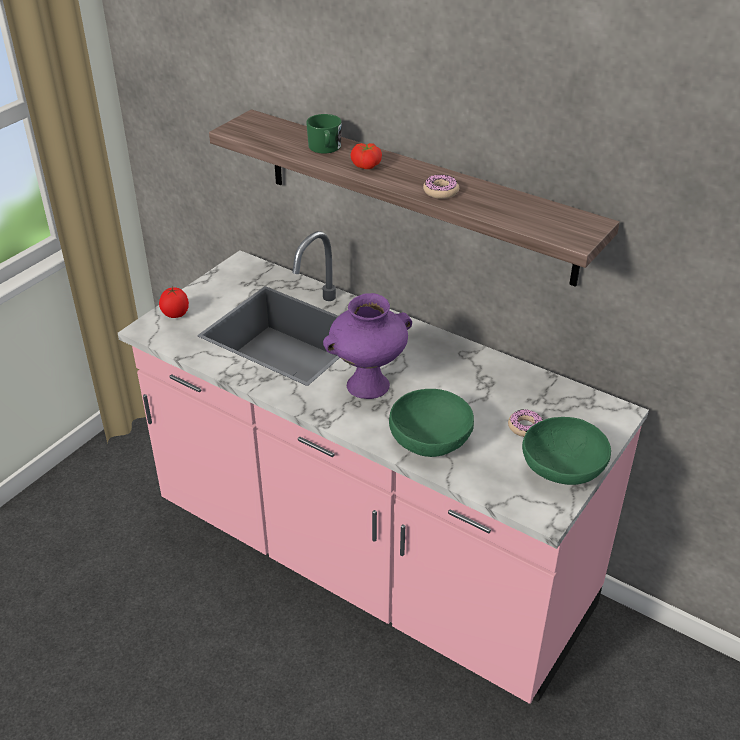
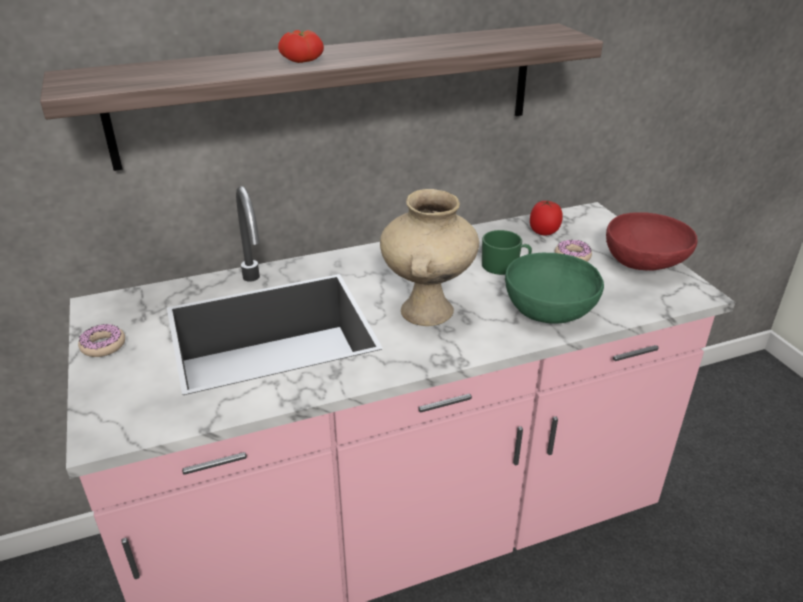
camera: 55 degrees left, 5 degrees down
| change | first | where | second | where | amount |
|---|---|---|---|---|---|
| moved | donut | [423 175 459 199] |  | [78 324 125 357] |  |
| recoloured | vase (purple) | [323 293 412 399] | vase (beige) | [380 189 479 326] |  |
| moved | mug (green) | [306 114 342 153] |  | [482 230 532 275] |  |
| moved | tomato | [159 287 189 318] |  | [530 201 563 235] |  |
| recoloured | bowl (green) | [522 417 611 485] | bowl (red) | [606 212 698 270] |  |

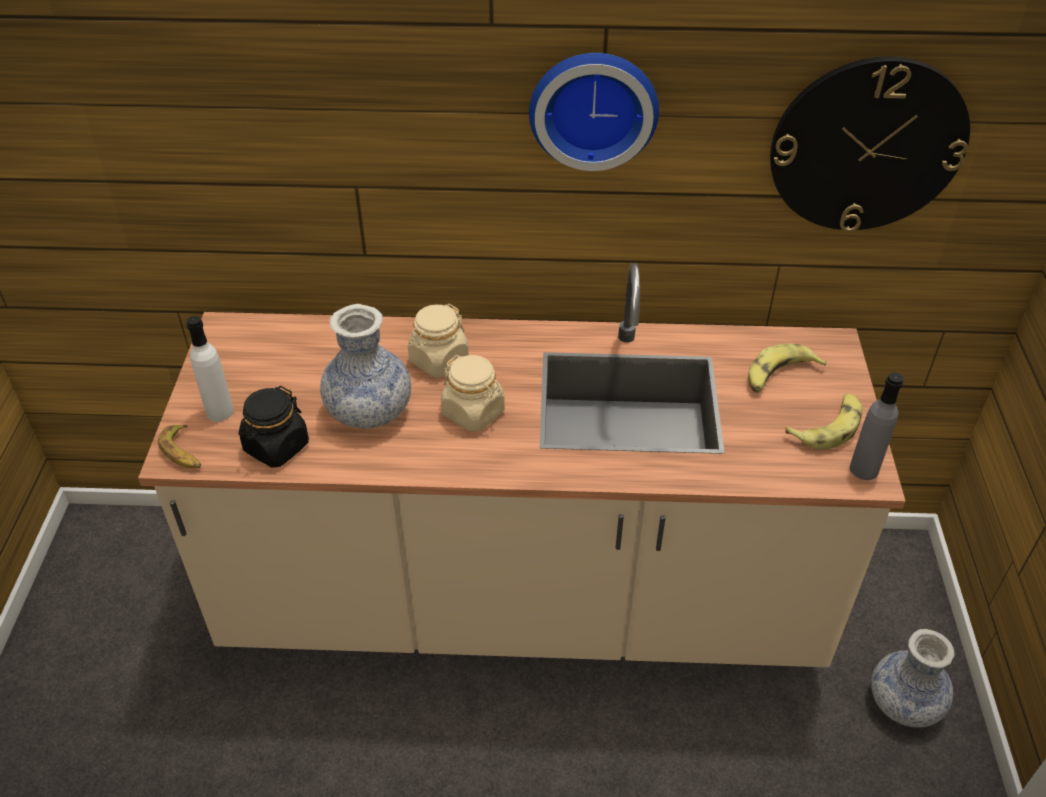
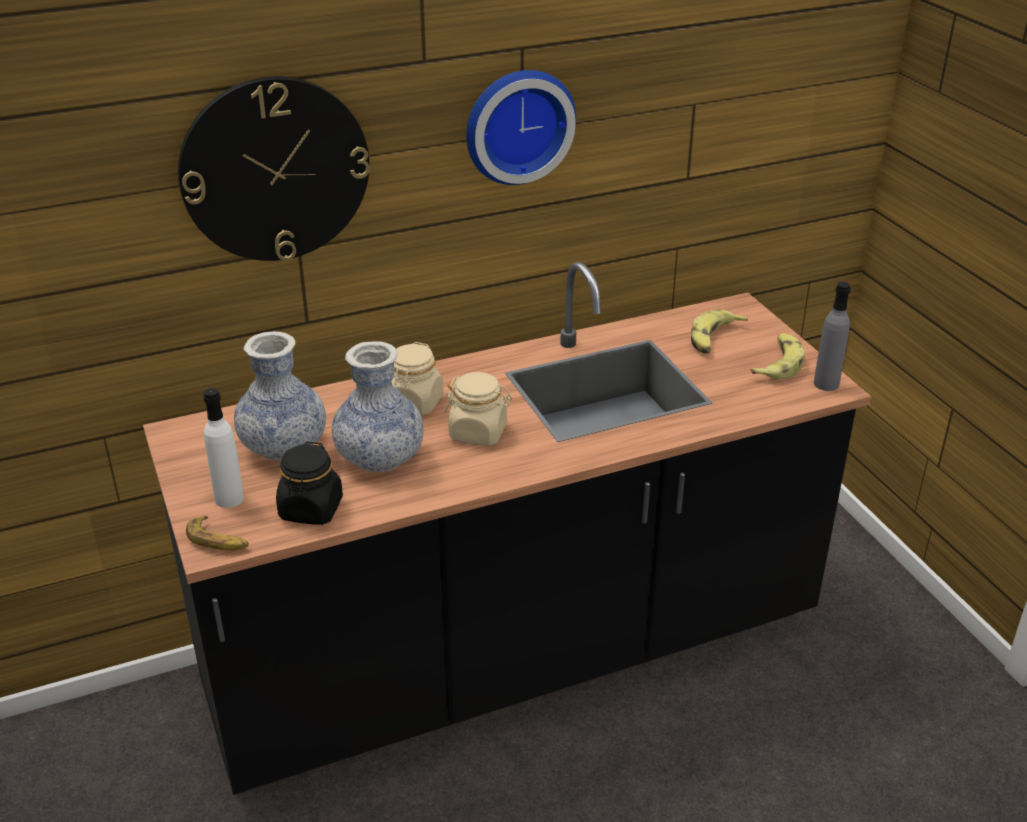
camera: 25 degrees left, 10 degrees down
| change | first | where | second | where | amount |
|---|---|---|---|---|---|
| recoloured | counter (beige) | [138 263 906 667] | counter (black) | [143 262 872 795] |  |
| moved | wall clock | [770 56 970 233] |  | [178 76 370 261] |  |
| moved | vase | [871 629 954 728] |  | [234 332 326 461] |  |

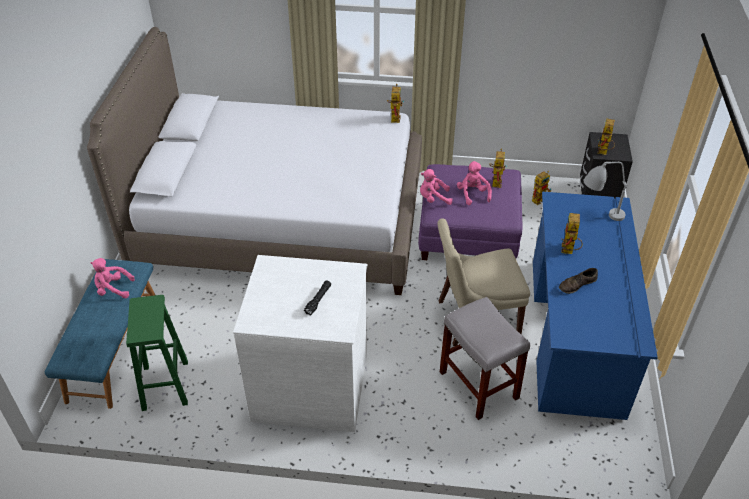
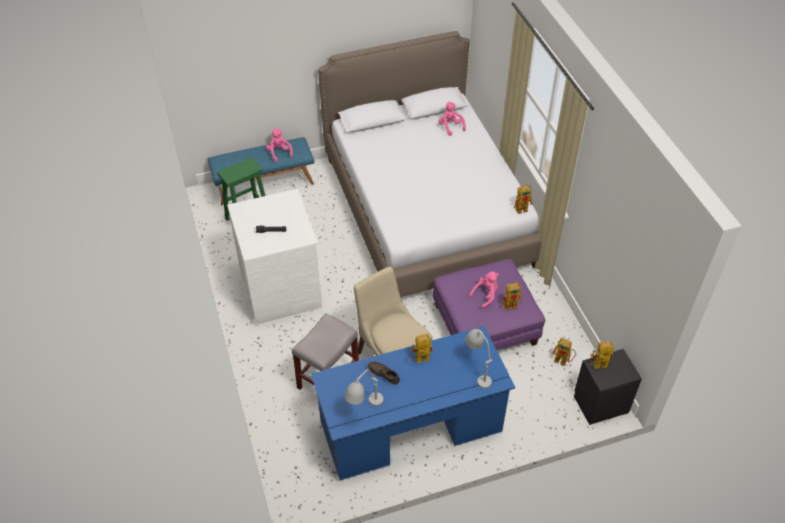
camera: 65 degrees right, 5 degrees up
| change | first | where | second | where | amount |
|---|---|---|---|---|---|
| added |  |  | table lamp (grey) | [344 369 383 406] |  |
| moved | plush toy (pink) | [420 169 453 205] |  | [438 102 466 136] |  |

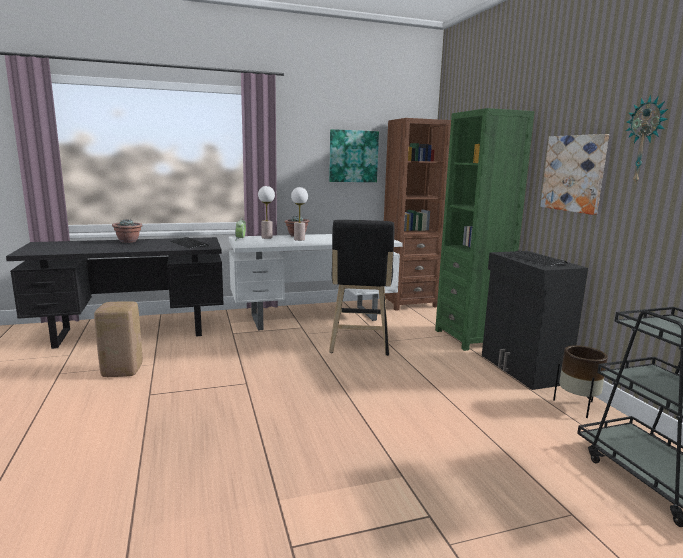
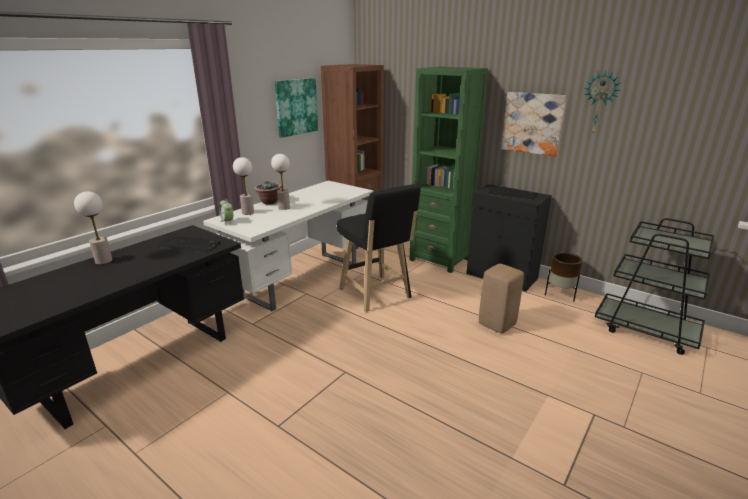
camera: 35 degrees left, 10 degrees up
| change | first | where | second | where | amount |
|---|---|---|---|---|---|
| replaced | potted plant | [112 219 143 243] | table lamp | [74 191 112 265] |  |
| moved | stool (beige) | [94 301 142 377] |  | [479 264 524 334] |  |

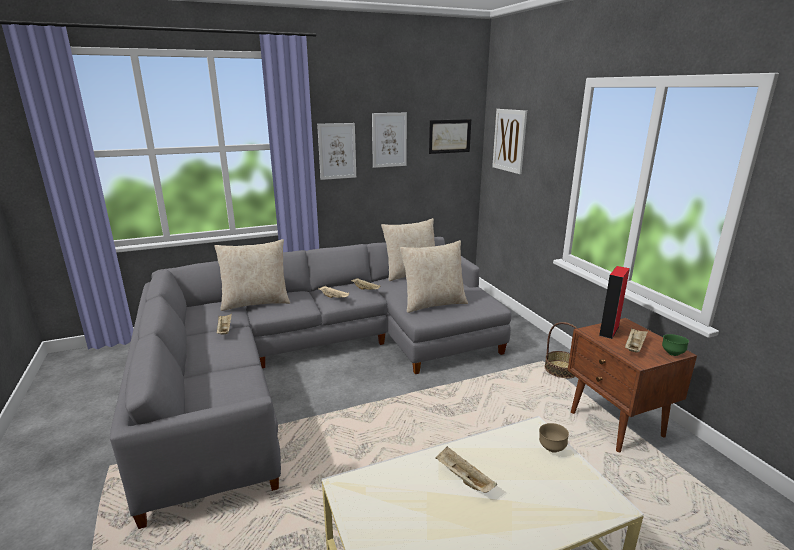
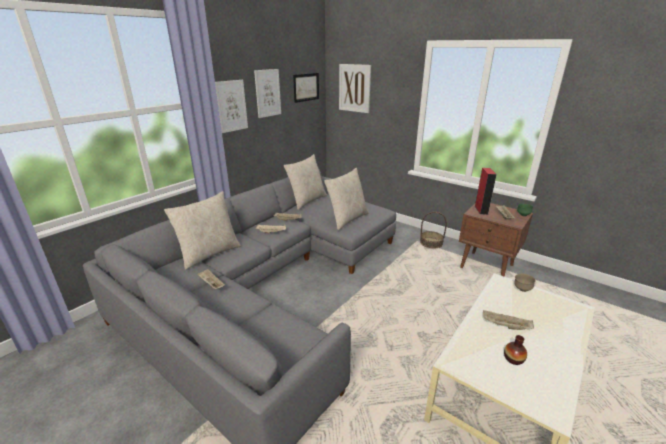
camera: 30 degrees left, 5 degrees up
| change | first | where | second | where | amount |
|---|---|---|---|---|---|
| added |  |  | vase | [504 335 527 365] |  |

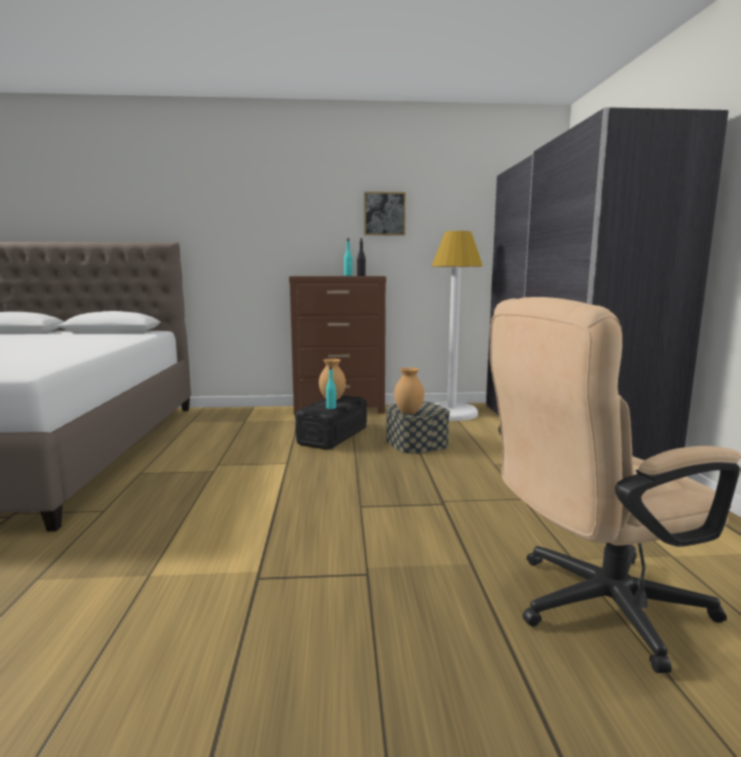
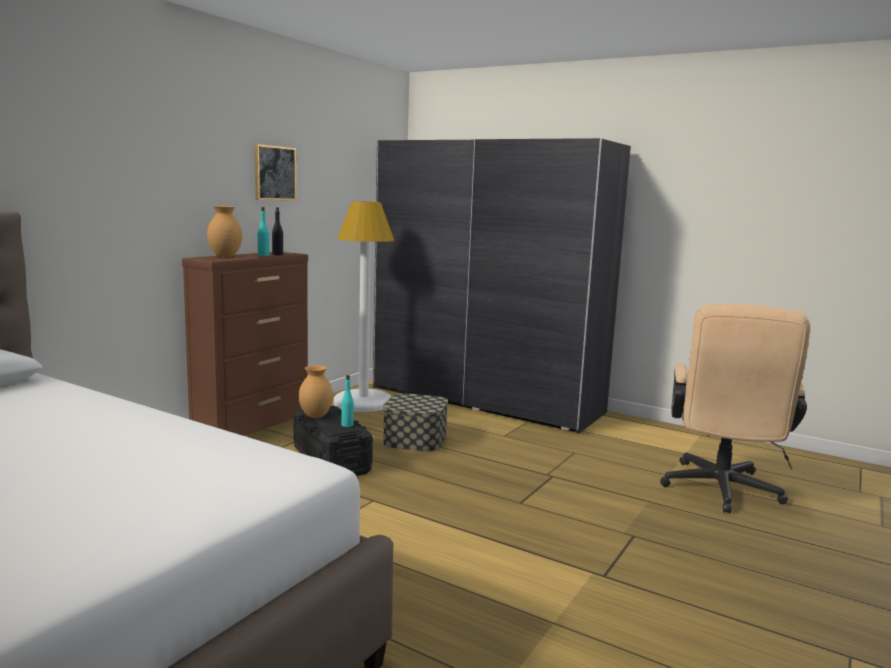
camera: 55 degrees left, 0 degrees up
| change | first | where | second | where | amount |
|---|---|---|---|---|---|
| moved | vase (brown) | [394 367 424 414] |  | [207 206 242 257] |  |

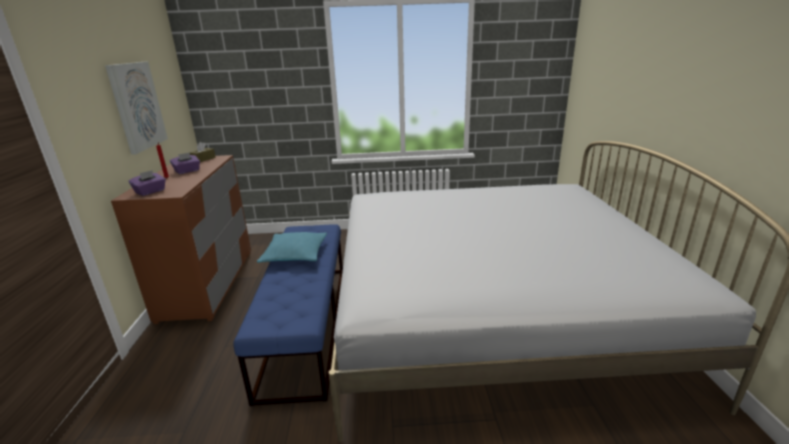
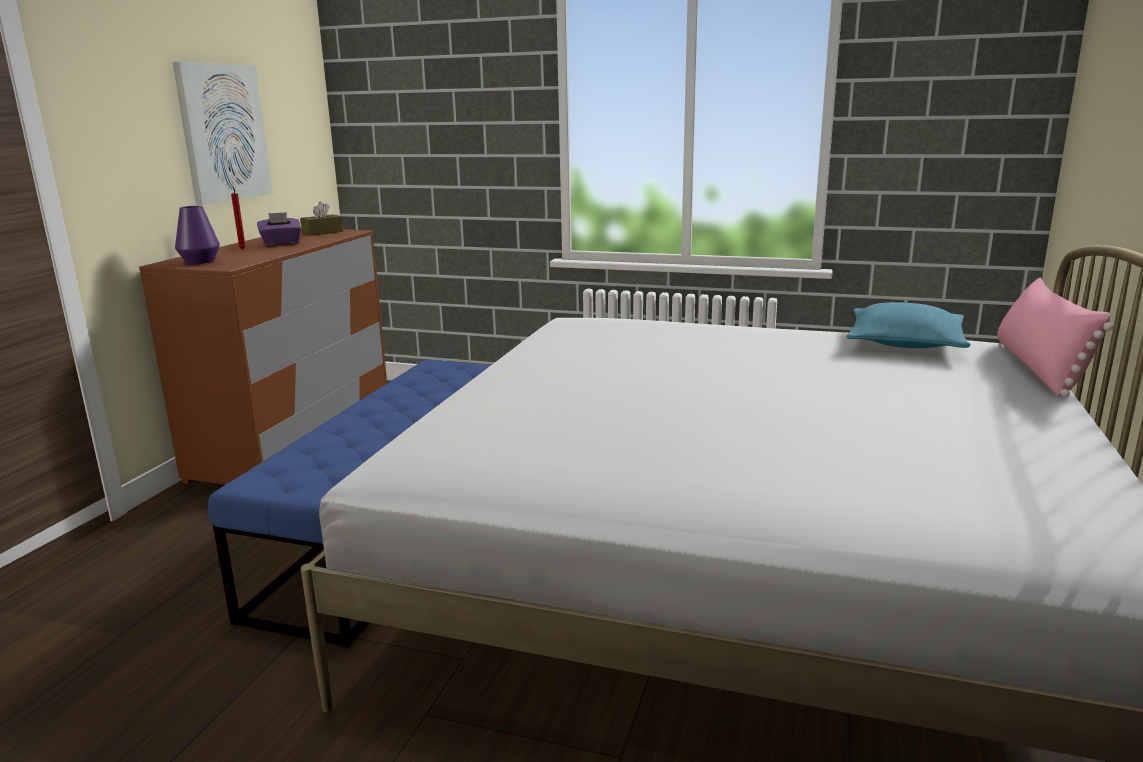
camera: 20 degrees right, 5 degrees down
| change | first | where | second | where | amount |
|---|---|---|---|---|---|
| replaced | tissue box (purple) | [129 170 166 196] | vase (purple) | [175 206 220 264] |  |
| moved | pillow (turquoise) | [257 232 327 263] |  | [846 302 971 348] |  |
| added |  |  | pillow (pink) | [997 278 1114 397] |  |

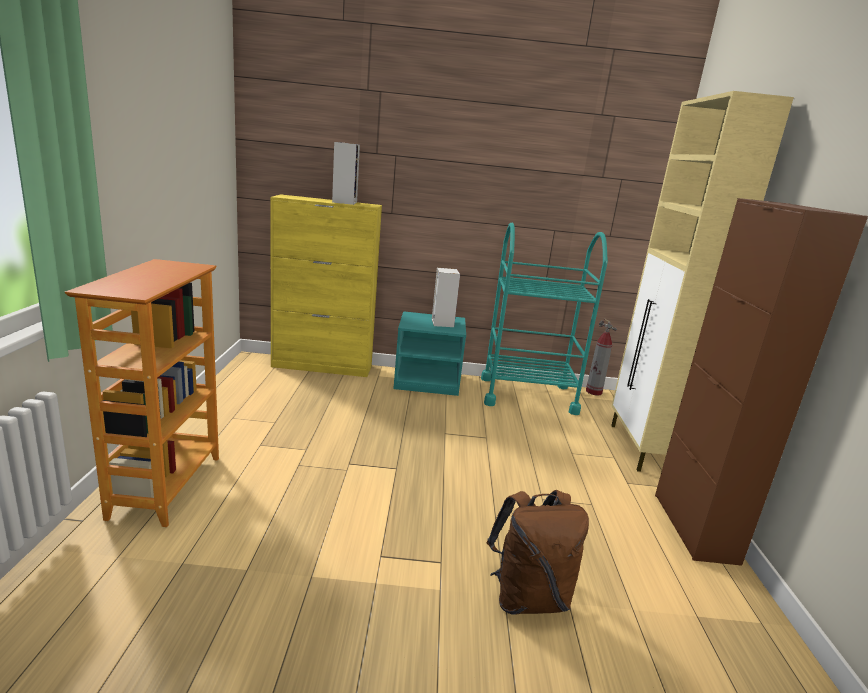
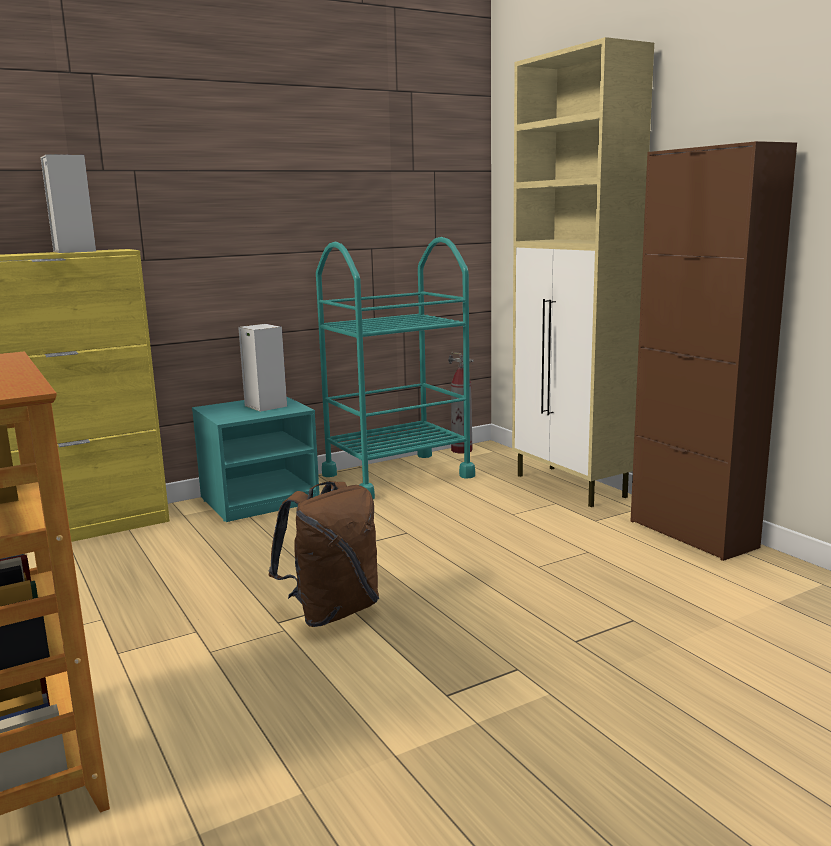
camera: 30 degrees left, 5 degrees down
| change | first | where | second | where | amount |
|---|---|---|---|---|---|
| moved | backpack (brown) | [487 490 589 615] |  | [268 481 379 627] |  |

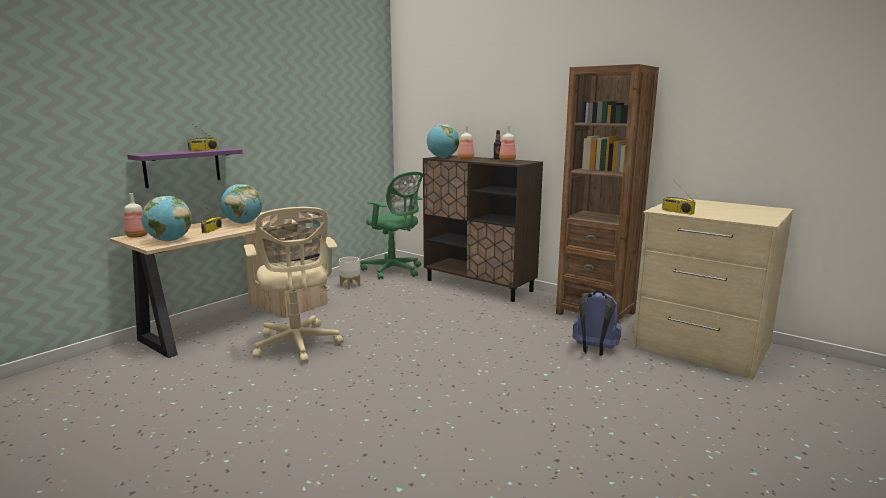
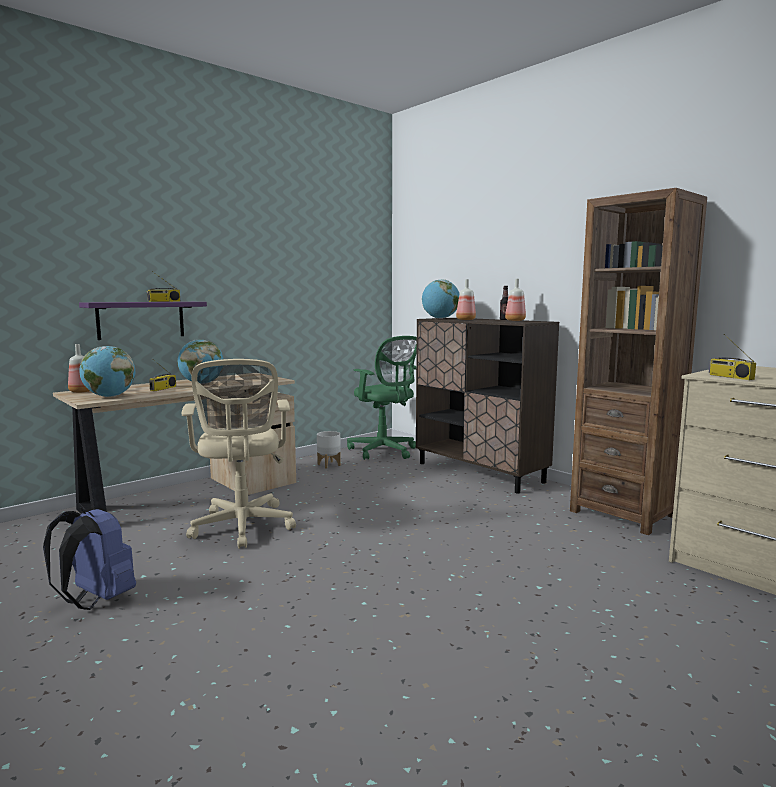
camera: 10 degrees right, 5 degrees down
| change | first | where | second | where | amount |
|---|---|---|---|---|---|
| moved | backpack (blue) | [572 290 621 356] |  | [43 507 136 610] |  |

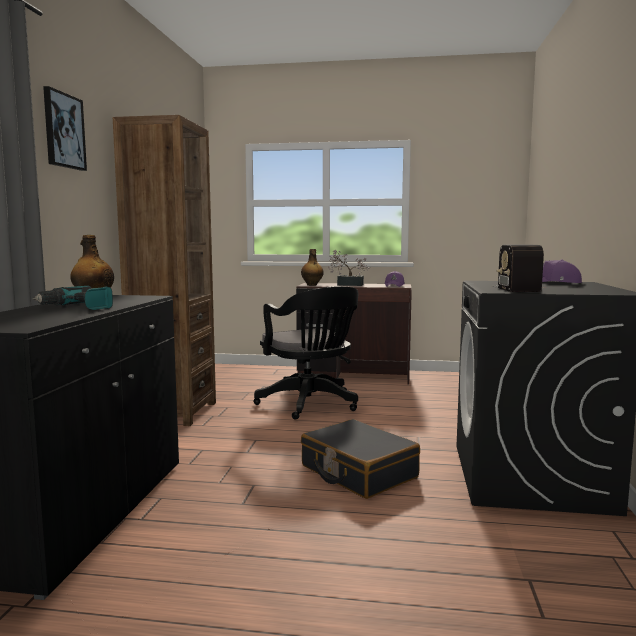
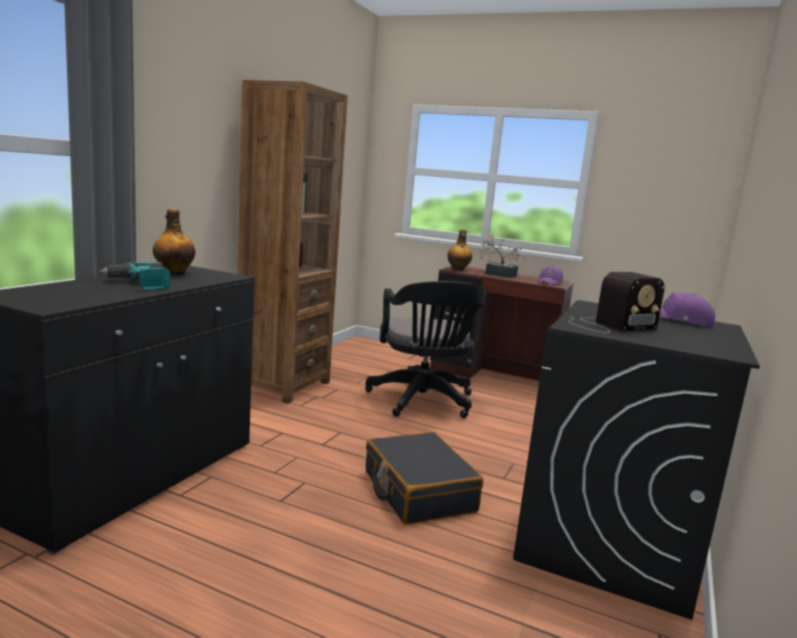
camera: 15 degrees right, 5 degrees up
| change | first | where | second | where | amount |
|---|---|---|---|---|---|
| turned | radio | [491 245 547 292] |  | [568 272 665 333] | 135 degrees counterclockwise |
| removed | picture | [43 86 87 171] |  |  |  |

